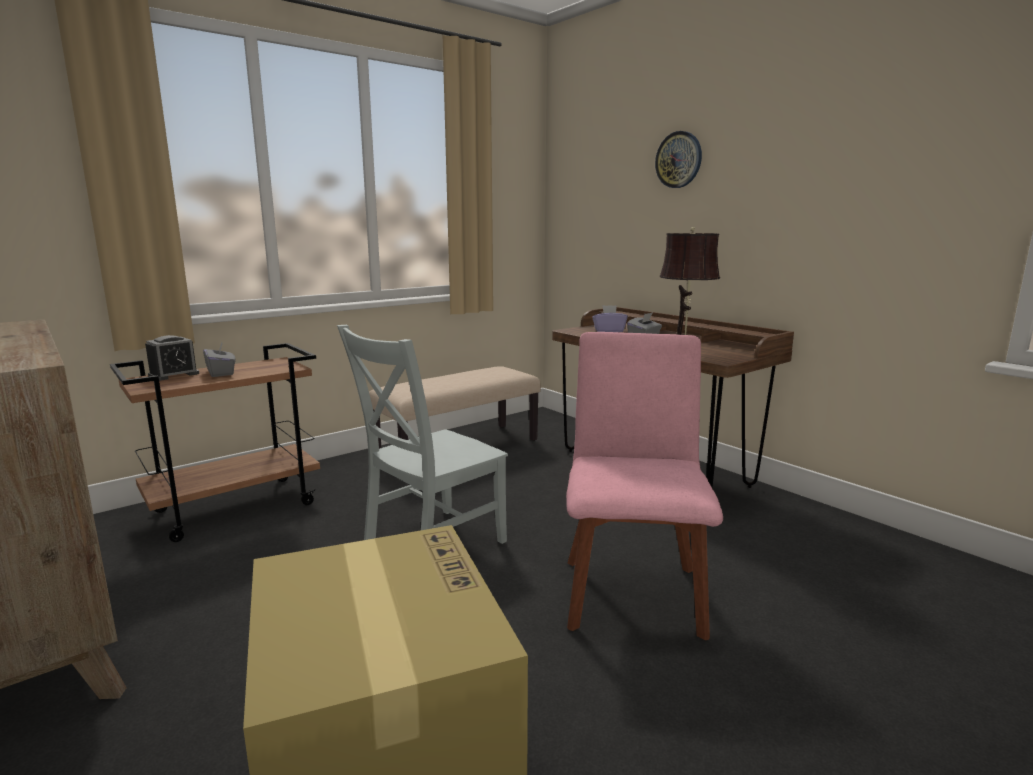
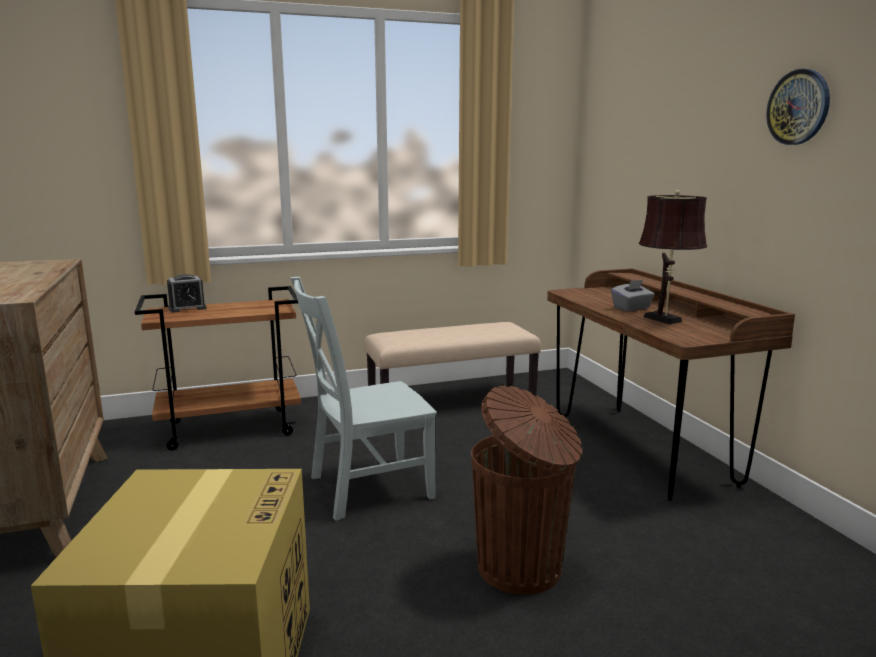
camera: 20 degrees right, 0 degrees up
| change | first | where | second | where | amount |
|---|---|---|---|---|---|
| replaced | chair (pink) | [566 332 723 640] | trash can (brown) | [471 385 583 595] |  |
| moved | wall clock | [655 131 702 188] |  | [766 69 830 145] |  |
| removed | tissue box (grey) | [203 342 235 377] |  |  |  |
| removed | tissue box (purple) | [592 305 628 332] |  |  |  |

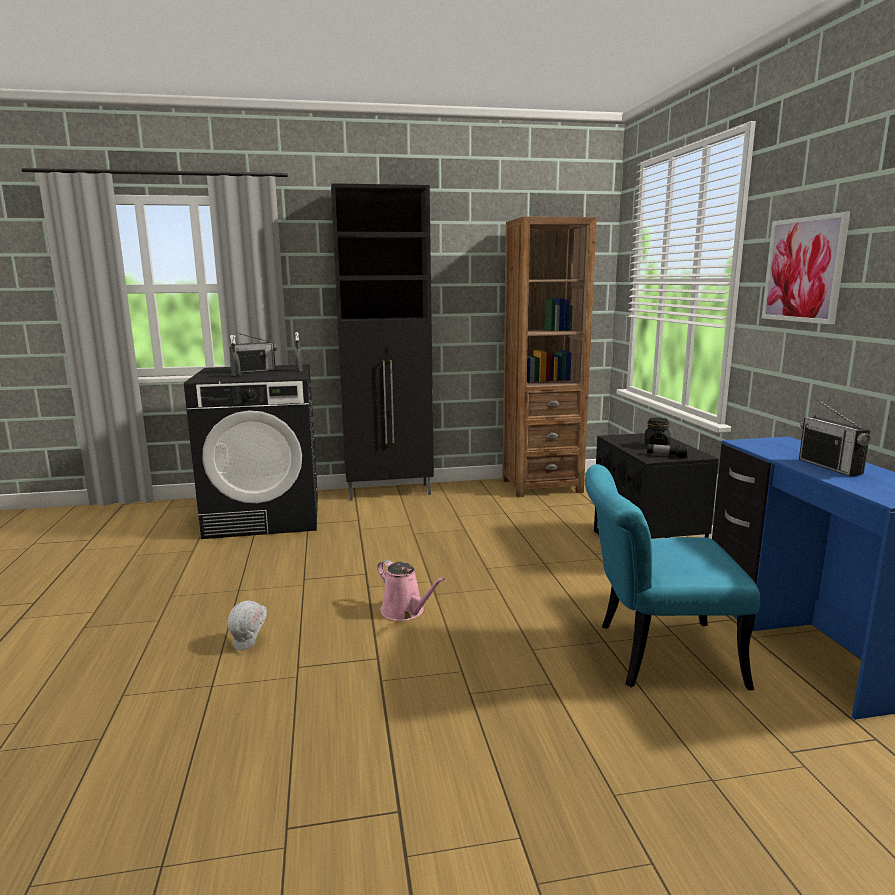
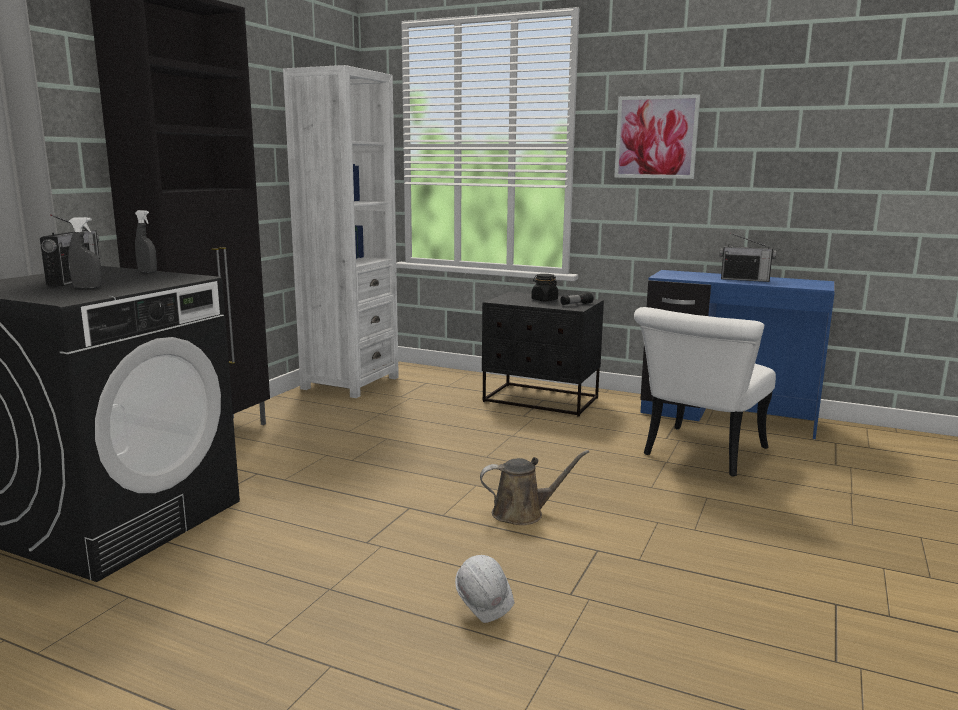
camera: 55 degrees left, 0 degrees up
| change | first | where | second | where | amount |
|---|---|---|---|---|---|
| recoloured | bookcase (brown) | [502 216 597 497] | bookcase (white) | [283 65 399 398] |  |
| recoloured | watering can (pink) | [377 559 445 621] | watering can (brown) | [480 450 589 525] |  |
| recoloured | chair (turquoise) | [585 464 760 690] | chair (white) | [634 307 776 476] |  |

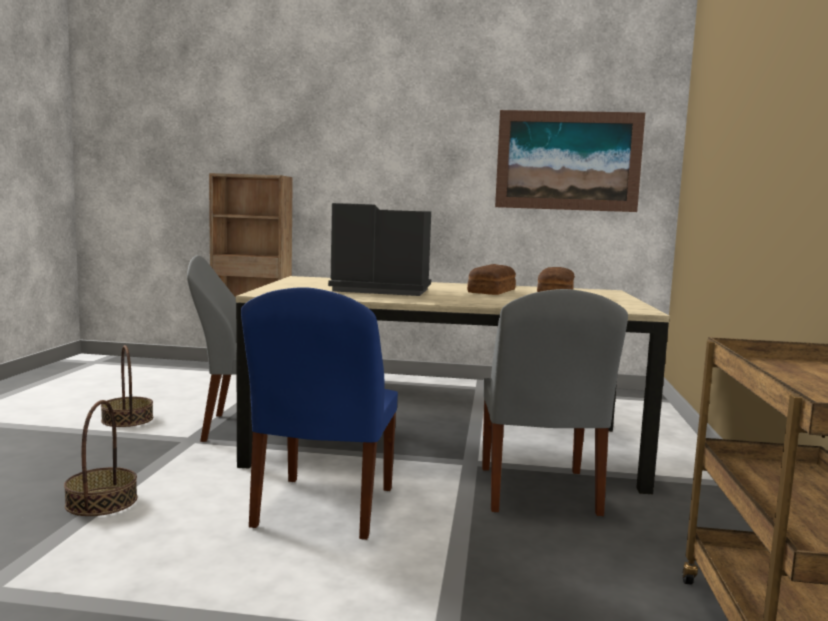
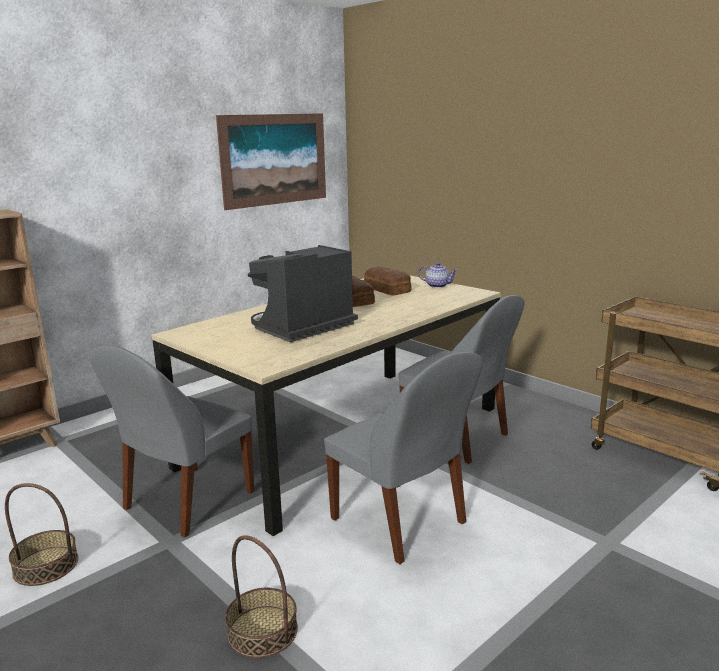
camera: 50 degrees left, 10 degrees up
| change | first | where | second | where | amount |
|---|---|---|---|---|---|
| recoloured | chair (blue) | [241 287 398 540] | chair (grey) | [324 352 483 564] |  |
| added |  |  | teapot | [418 262 458 288] |  |

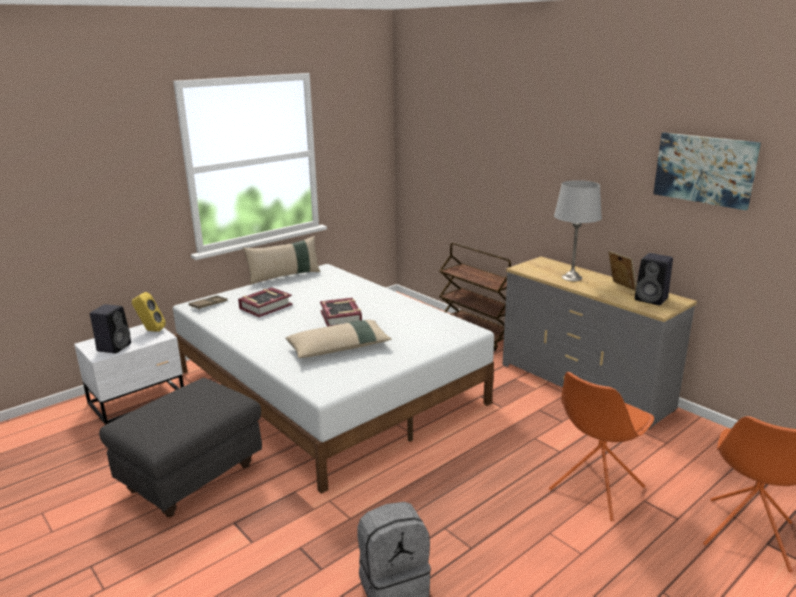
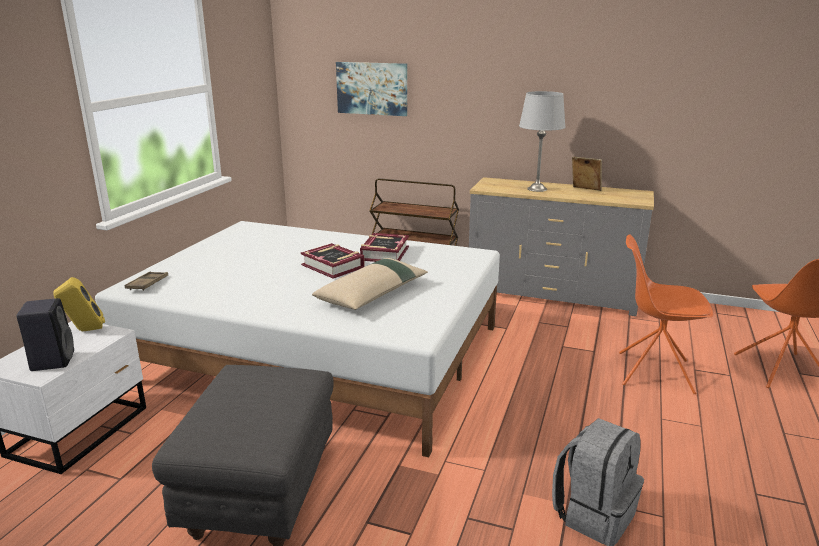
camera: 30 degrees left, 0 degrees up
| change | first | where | second | where | amount |
|---|---|---|---|---|---|
| moved | picture | [653 133 761 210] |  | [336 62 407 116] |  |
| moved | book | [238 287 293 317] |  | [360 233 409 262] |  |
| turned | chair (orange) | [549 372 654 521] |  | [619 234 713 394] | 90 degrees clockwise |
| removed | pillow (beige) | [243 236 321 285] |  |  |  |
| removed | speaker (black) | [635 253 673 305] |  |  |  |

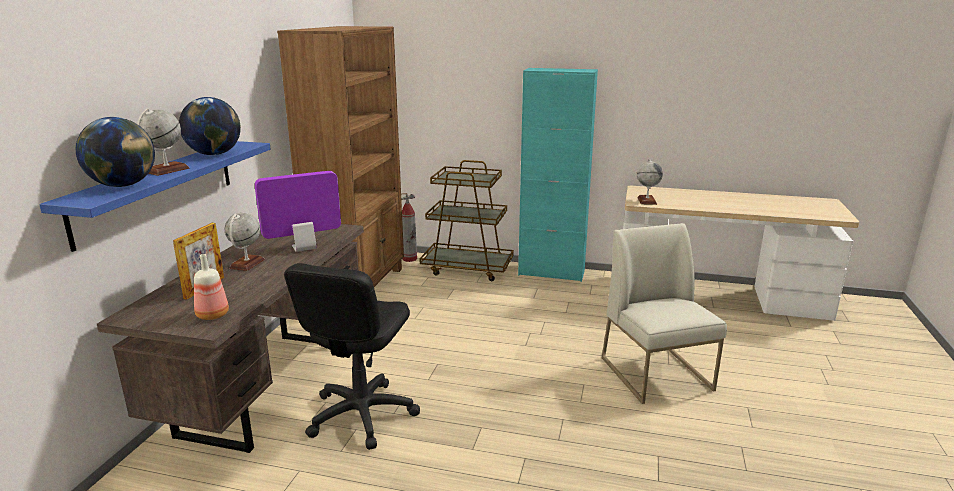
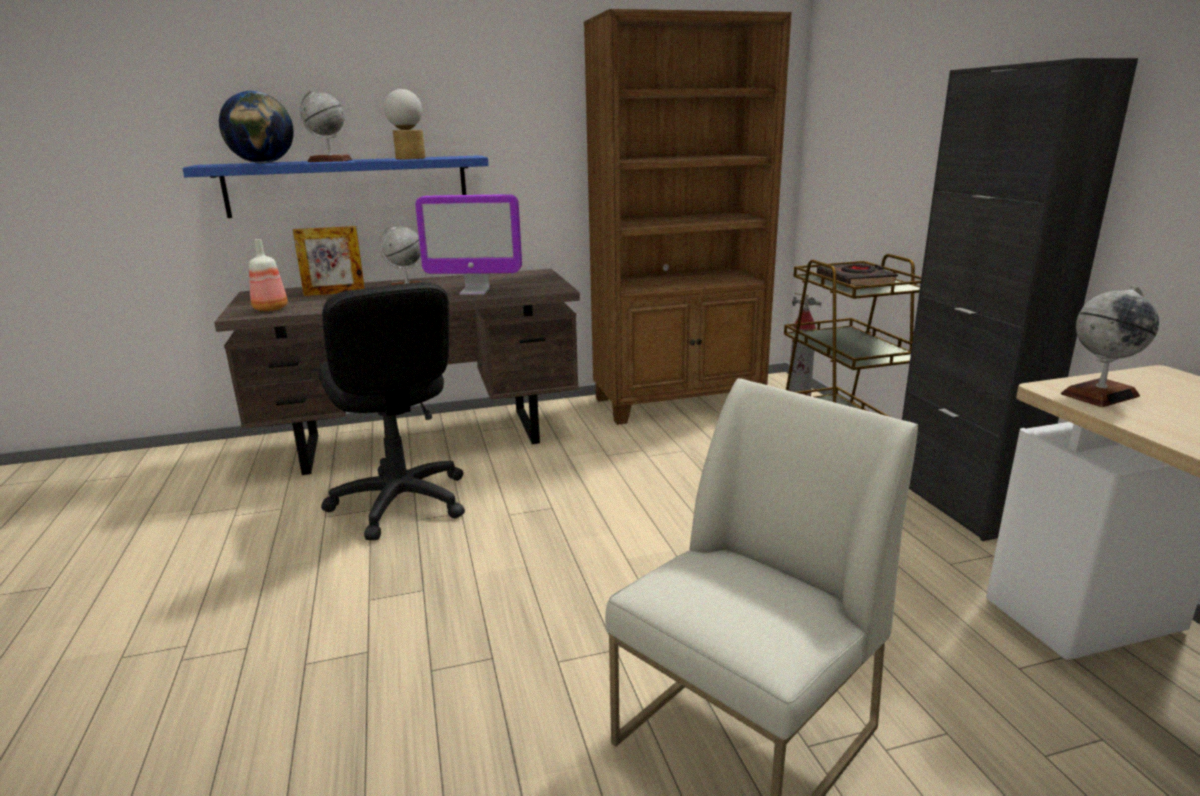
camera: 60 degrees right, 0 degrees up
| change | first | where | second | where | amount |
|---|---|---|---|---|---|
| turned | office chair (black) | [284 263 420 450] |  | [318 282 465 540] | 105 degrees counterclockwise |
| replaced | globe | [179 97 241 155] | table lamp | [384 89 425 159] |  |
| turned | monitor | [255 171 341 252] |  | [415 194 522 295] | 150 degrees clockwise |
| added |  |  | book (black) | [817 263 898 288] |  |
| recoloured | cabinet (turquoise) | [518 68 598 282] | cabinet (black) | [902 58 1138 541] |  |

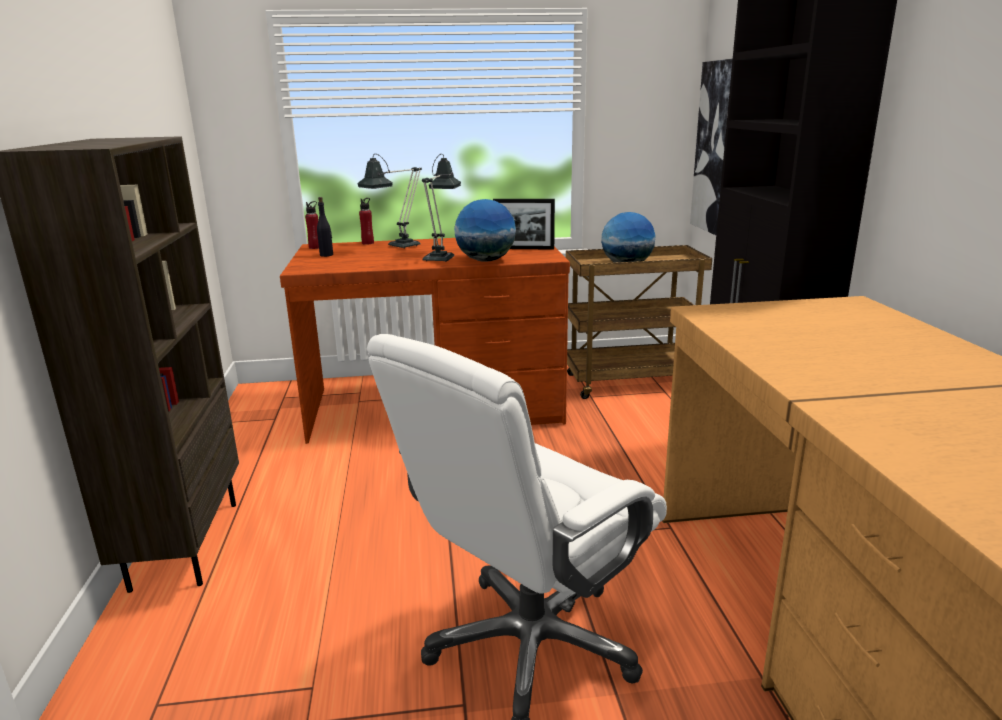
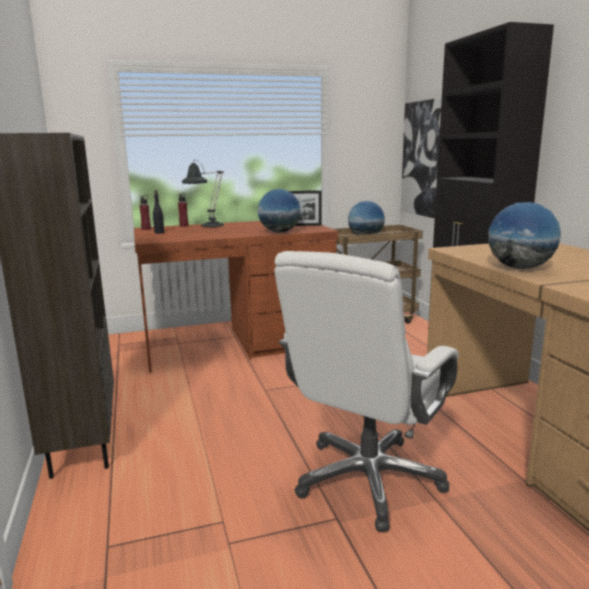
camera: 10 degrees left, 5 degrees down
| change | first | where | second | where | amount |
|---|---|---|---|---|---|
| added |  |  | globe | [488 202 561 269] |  |
| removed | table lamp | [422 154 461 262] |  |  |  |

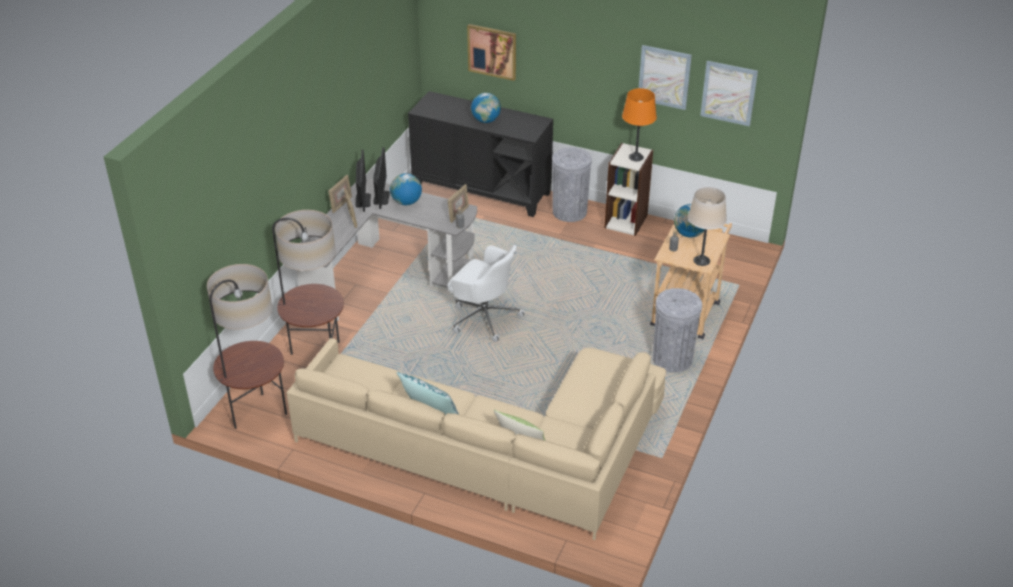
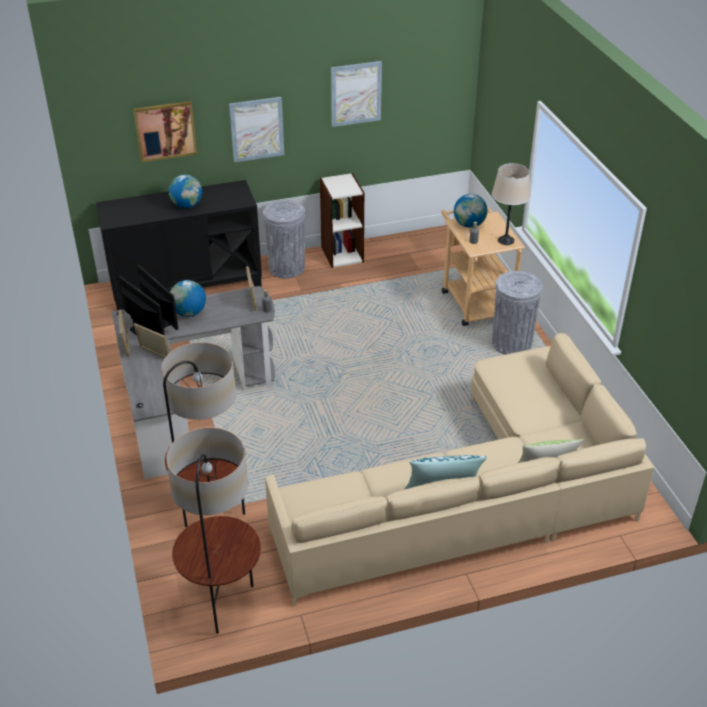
camera: 40 degrees left, 0 degrees up
| change | first | where | second | where | amount |
|---|---|---|---|---|---|
| moved | picture | [700 61 758 126] |  | [229 97 284 162] |  |
| removed | office chair (white) | [448 245 525 342] |  |  |  |
| removed | table lamp (orange) | [622 88 657 161] |  |  |  |

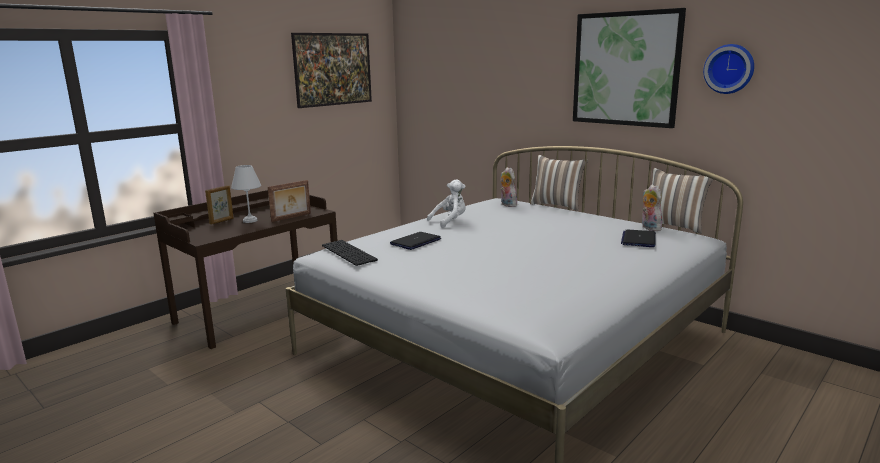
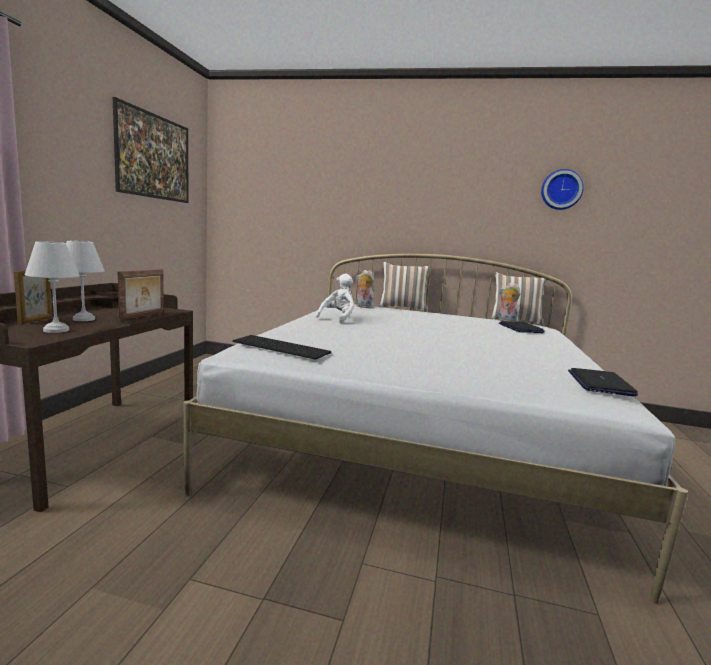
camera: 30 degrees left, 5 degrees down
| change | first | where | second | where | amount |
|---|---|---|---|---|---|
| added |  |  | table lamp (white) | [25 241 80 333] |  |
| moved | laptop | [390 232 441 250] |  | [568 368 638 396] |  |
| removed | picture | [573 8 686 128] |  |  |  |

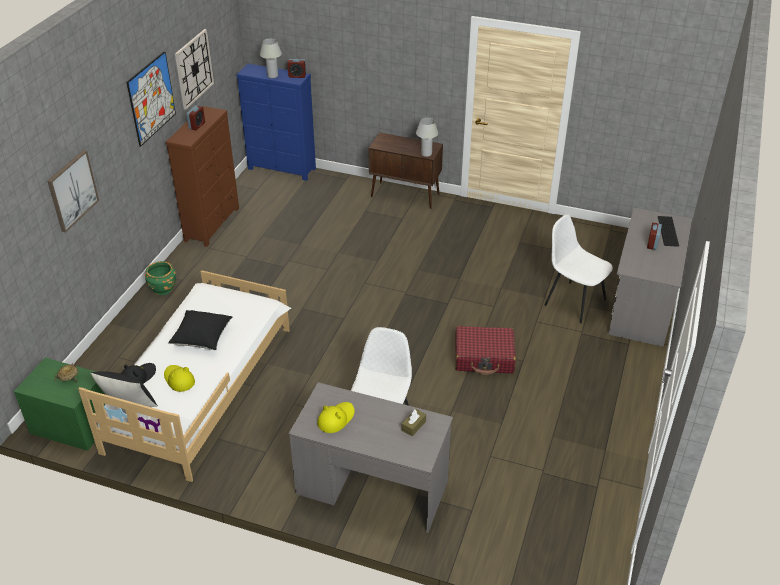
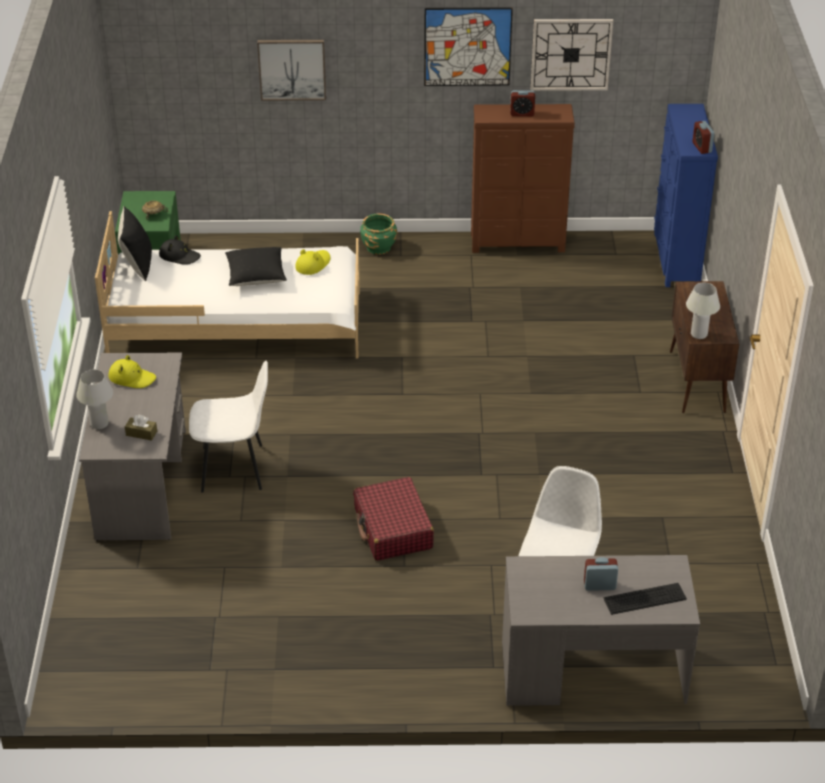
camera: 70 degrees right, 0 degrees up
| change | first | where | second | where | amount |
|---|---|---|---|---|---|
| moved | table lamp (white) | [260 39 282 78] |  | [76 369 113 429] |  |
| moved | hat (yellow) | [164 365 195 392] |  | [295 249 331 275] |  |

